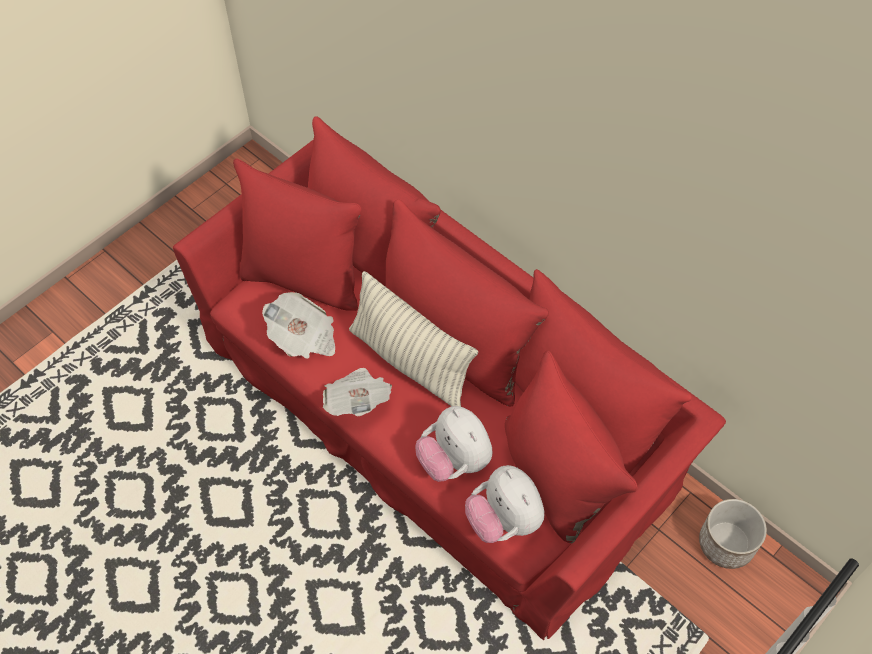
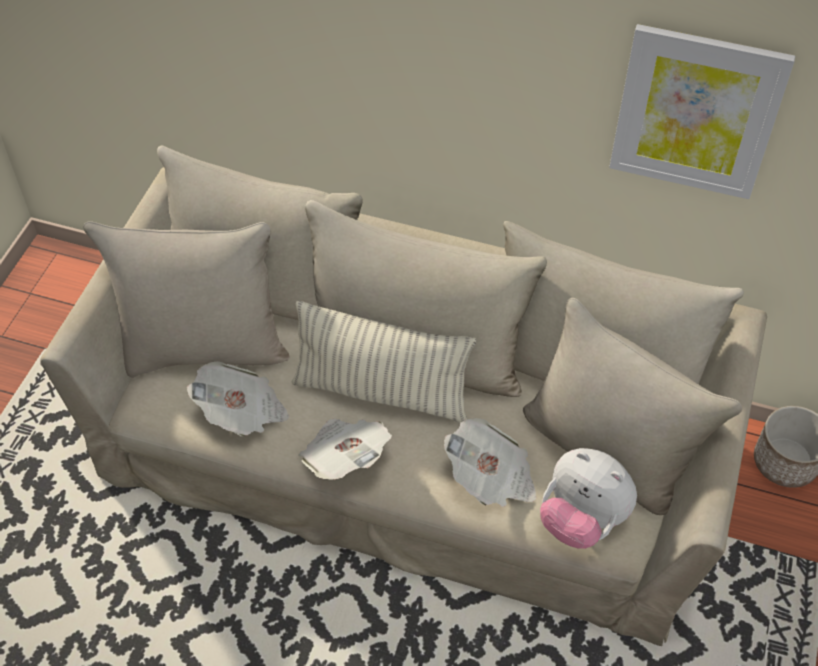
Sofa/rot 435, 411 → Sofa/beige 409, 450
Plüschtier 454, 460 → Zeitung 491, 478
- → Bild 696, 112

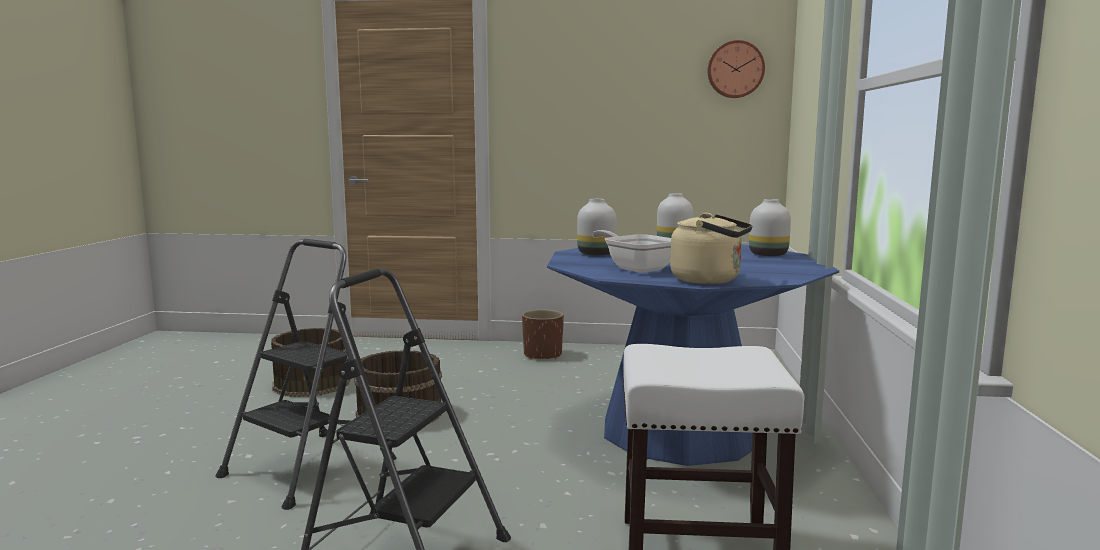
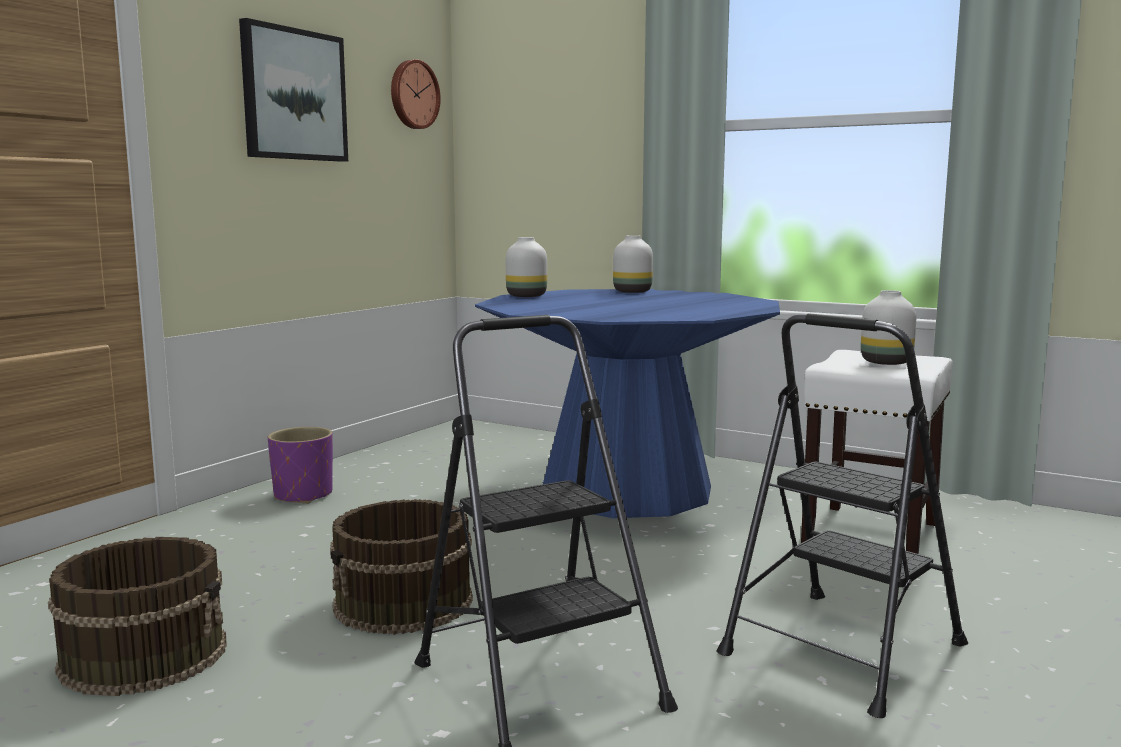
Pflanzkübel/braun 543, 355 → Pflanzkübel/lila 303, 495
Vase/weiß 595, 254 → Vase/weiß 884, 363, relocated
Pfanne 636, 268 → -
Wasserkessel/beige 710, 280 → -
- → Bild 293, 95

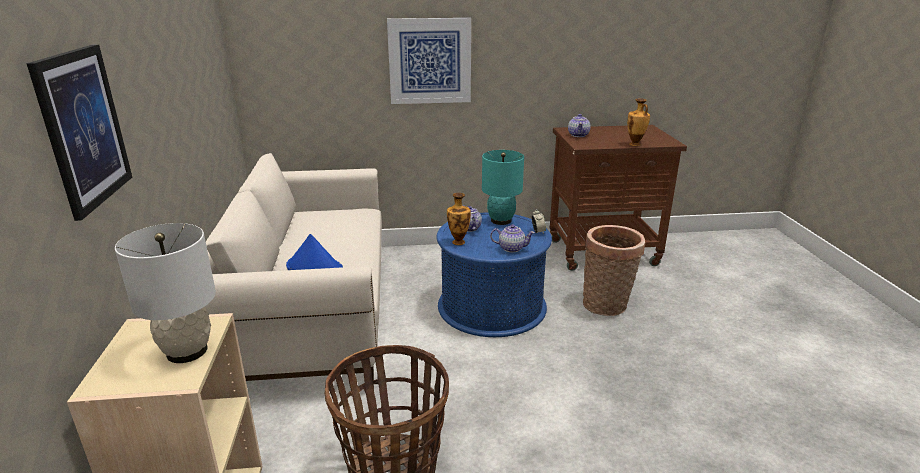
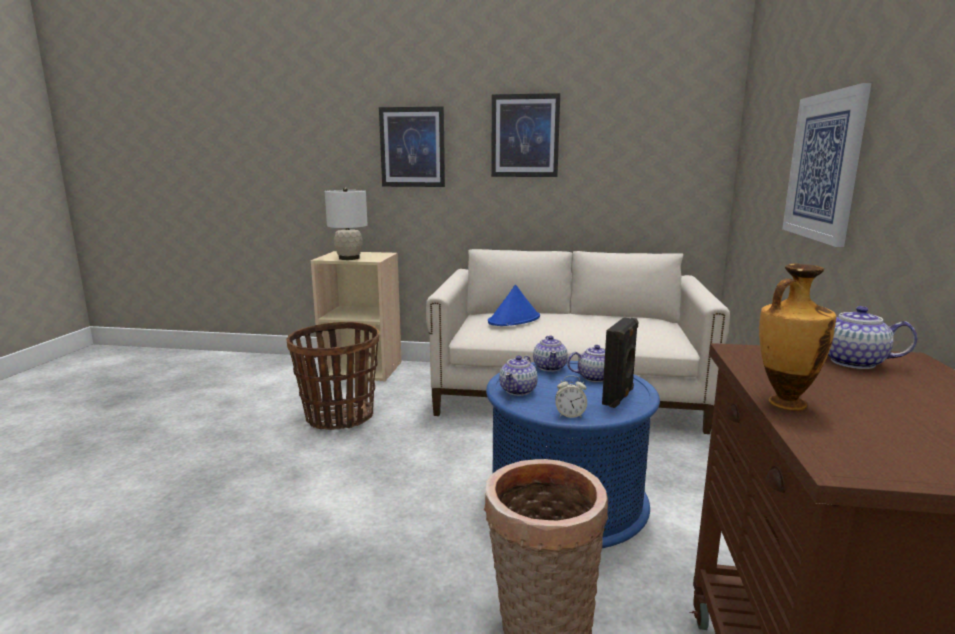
Vase 458, 242 → Teekanne 550, 367
Tischlampe/türkis 500, 220 → Lautsprecher/schwarz 619, 397
- → Bild 525, 136

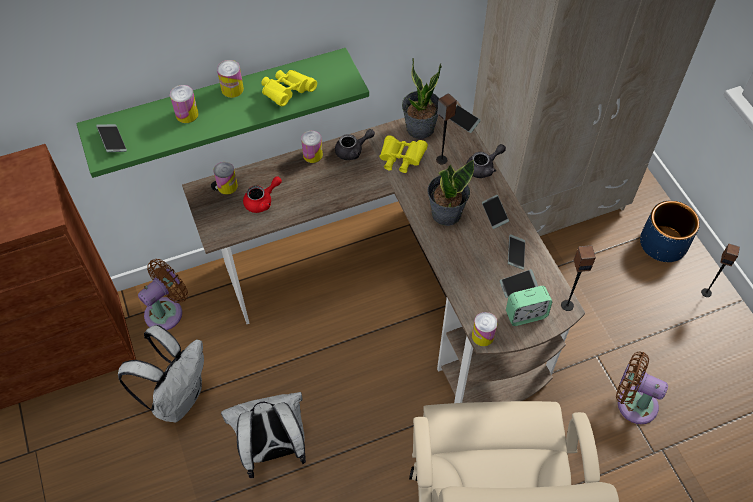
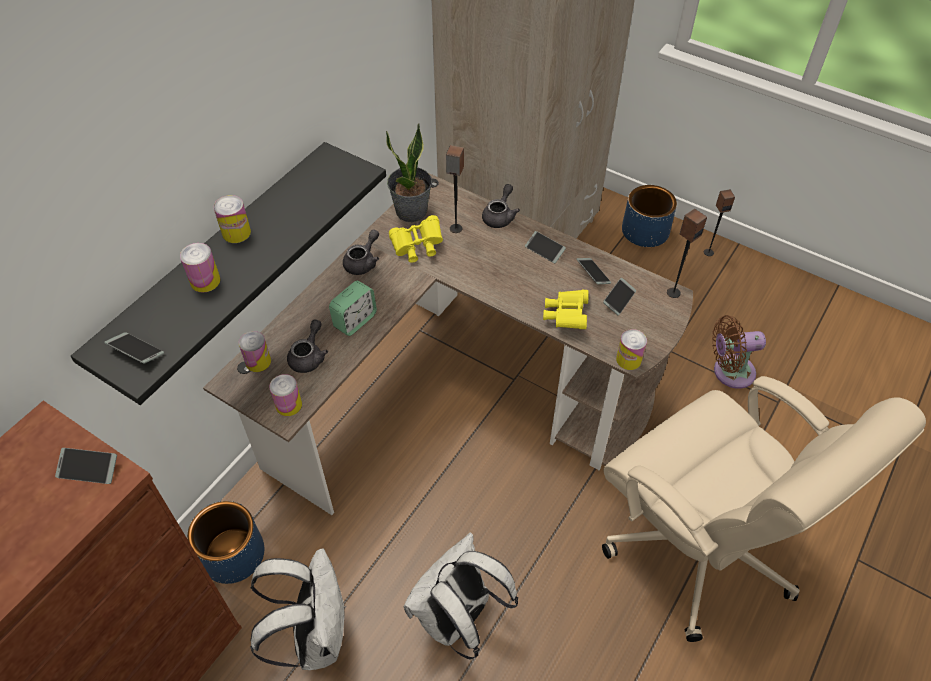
Wandregal/grün 219, 104 → Wandregal/schwarz 219, 262
Ventilator/braun 167, 311 → Pflanzkübel/blau 232, 555
Teekanne/rot 262, 201 → Teekanne/grau 309, 356
Fernglas/gelb 287, 93 → Fernglas/gelb 566, 316, relocated
Dose 312, 155 → Dose 289, 405, relocated
Topfpflanze 445, 213 → -
Handy 463, 121 → Handy 88, 469, relocated
Wecker 526, 314 → Wecker 355, 321, relocated

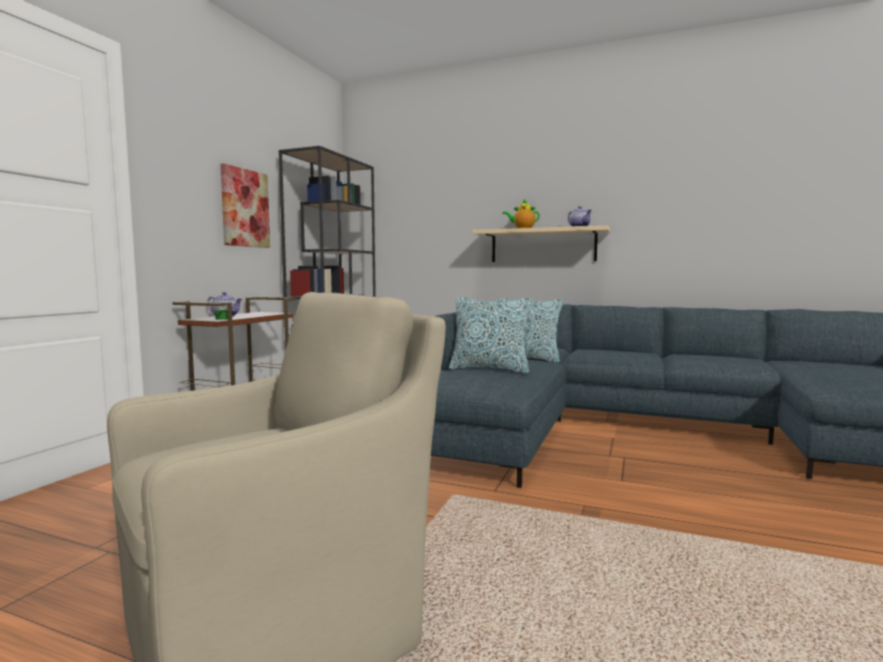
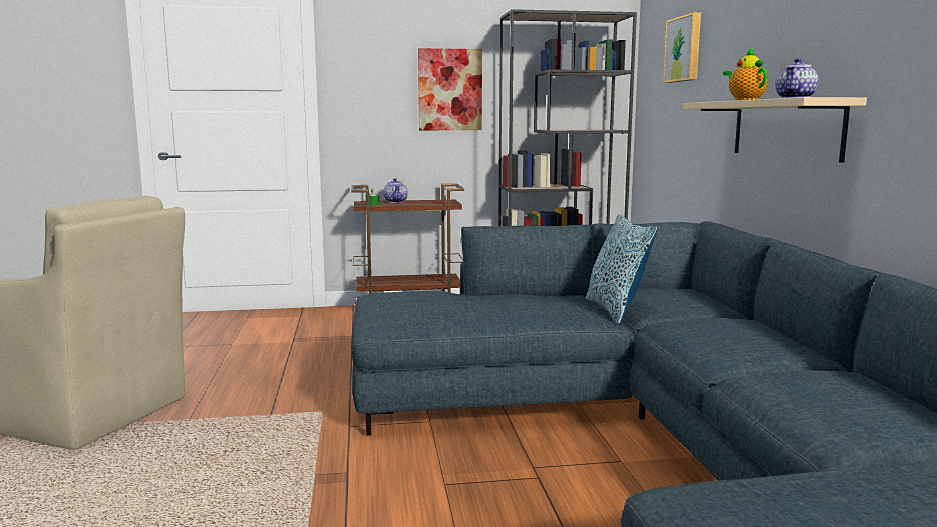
Kissen 490, 369 → -
- → Bild 684, 49

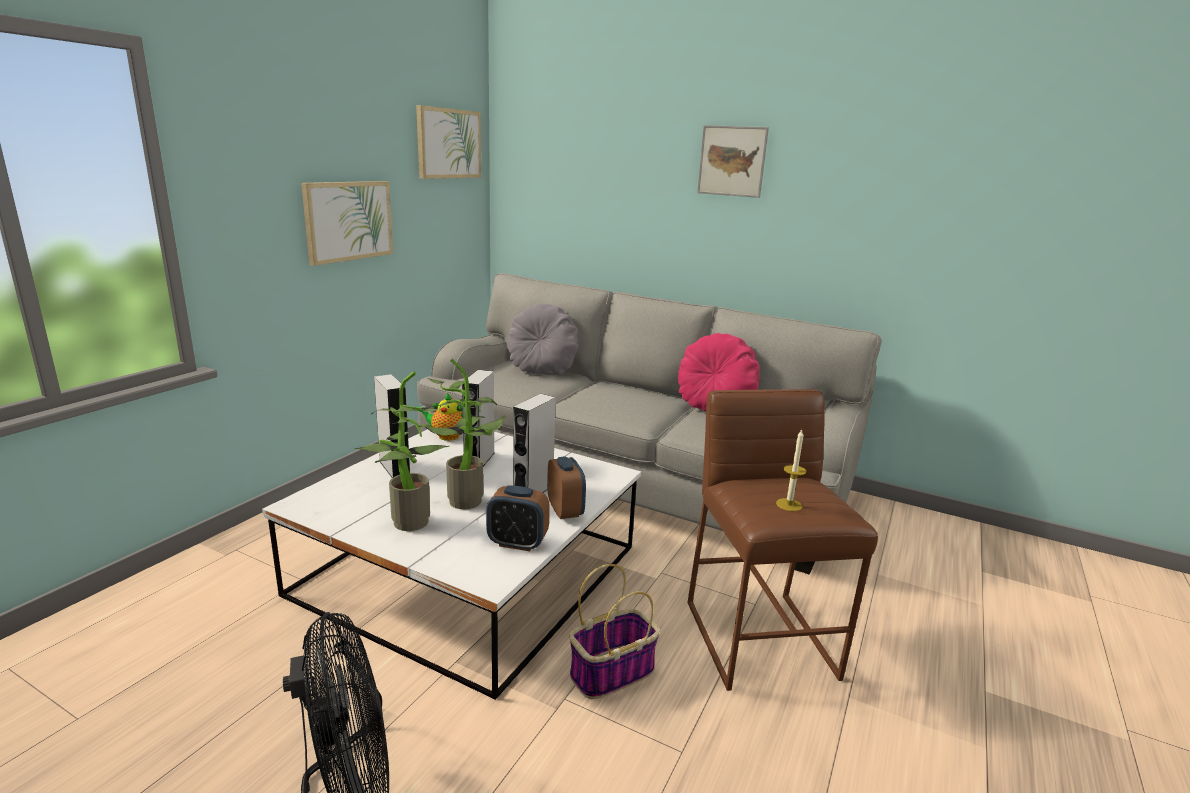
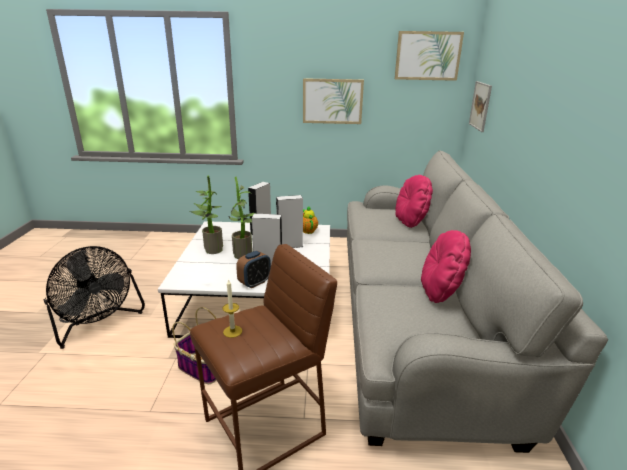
Wecker 517, 543 → -
Kissen/grau 542, 372 → Kissen/rosa 410, 222
Bild 732, 161 → Bild 480, 106, relocated

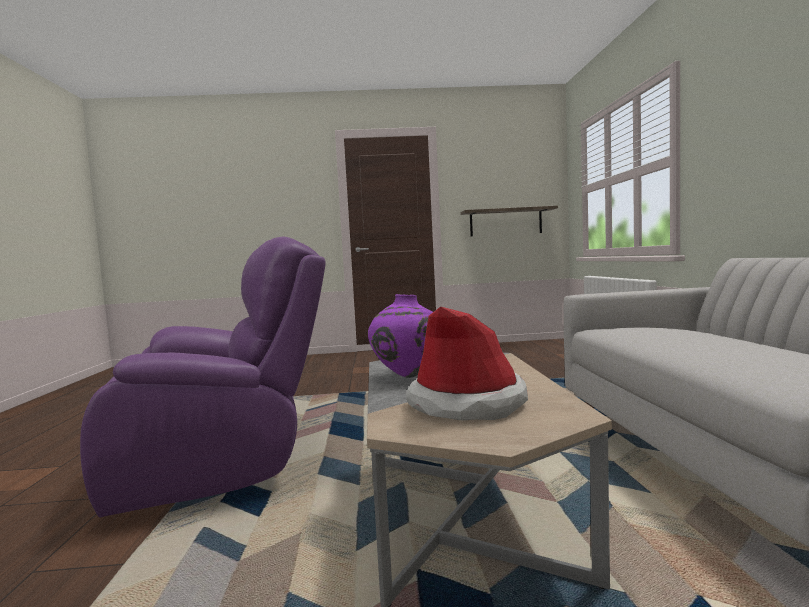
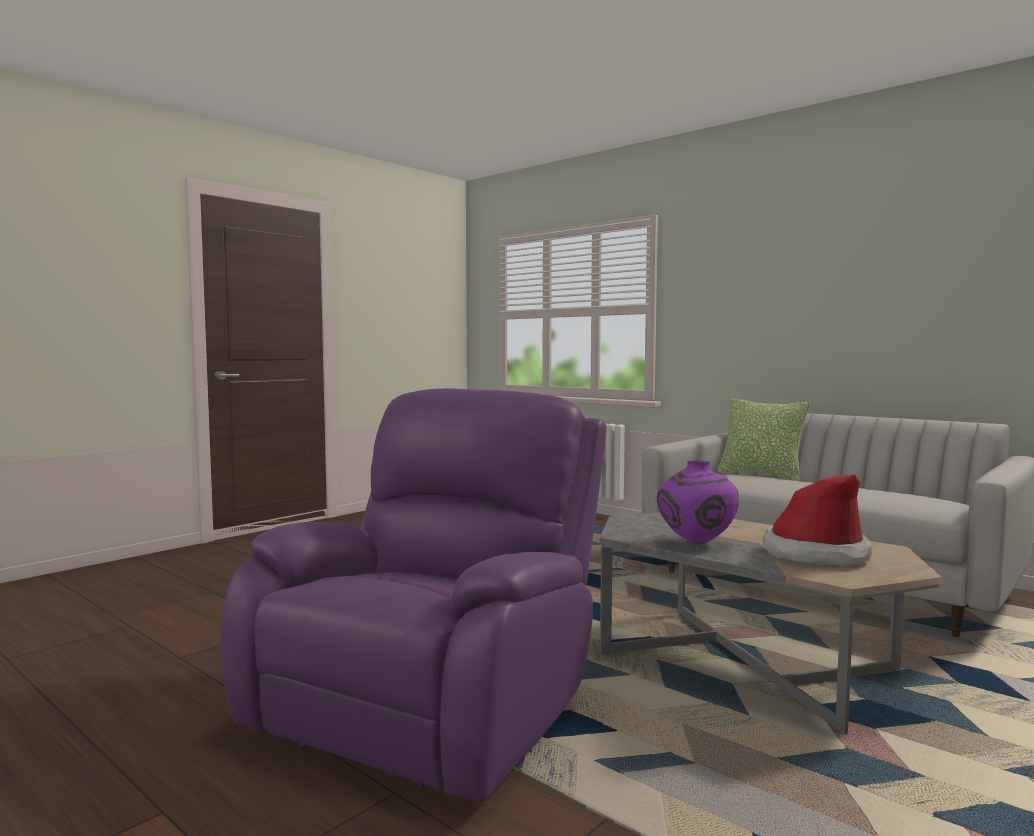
Wandregal 505, 222 → -
- → Kissen 761, 475

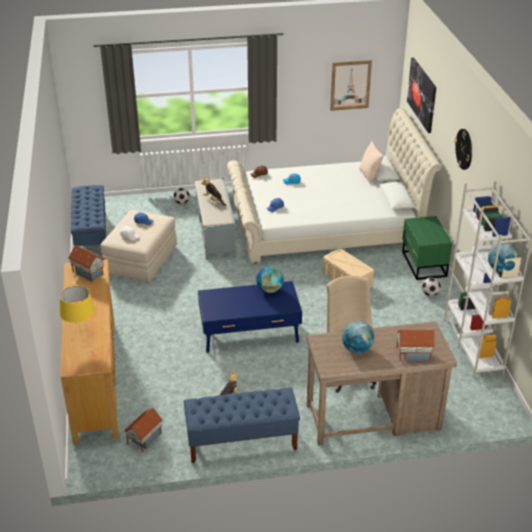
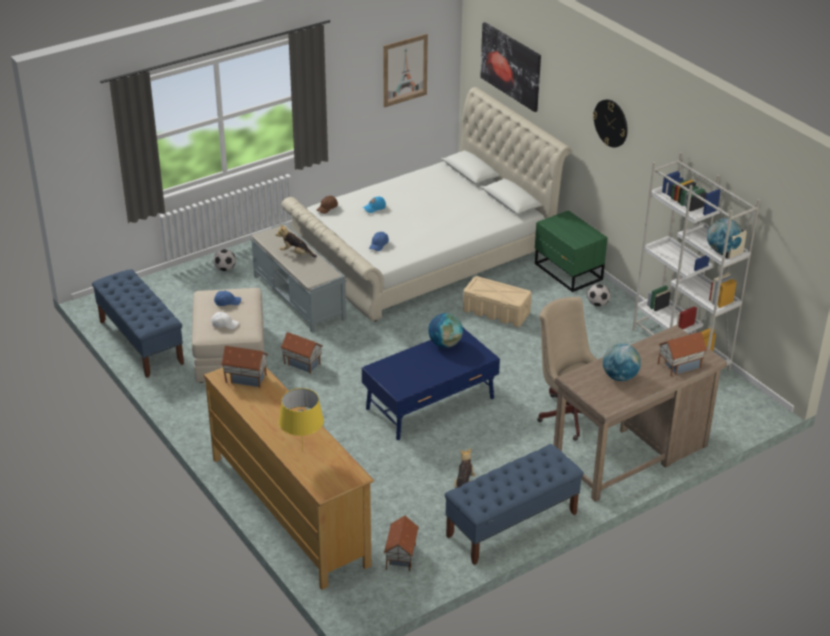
Kissen/beige 369, 176 → -
- → Spielzeughaus 302, 363

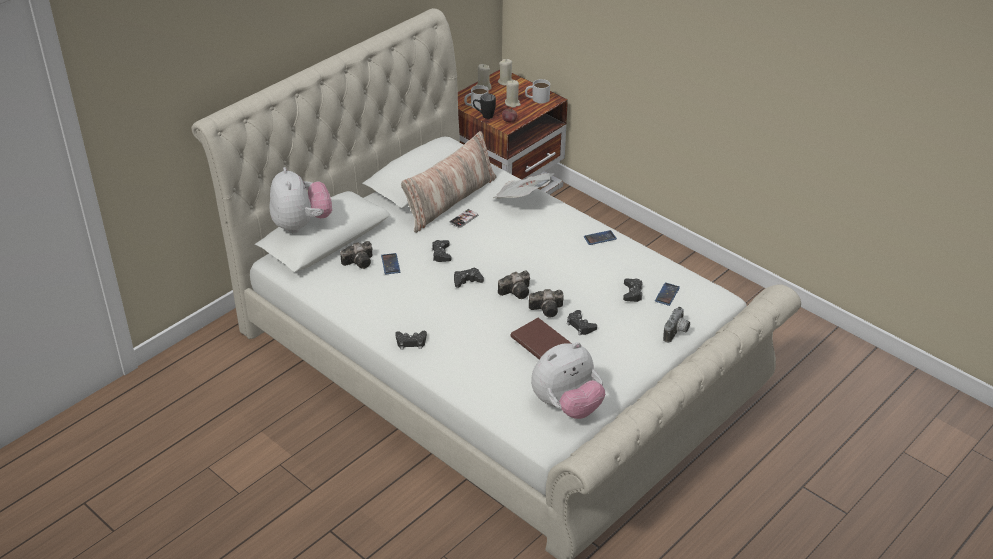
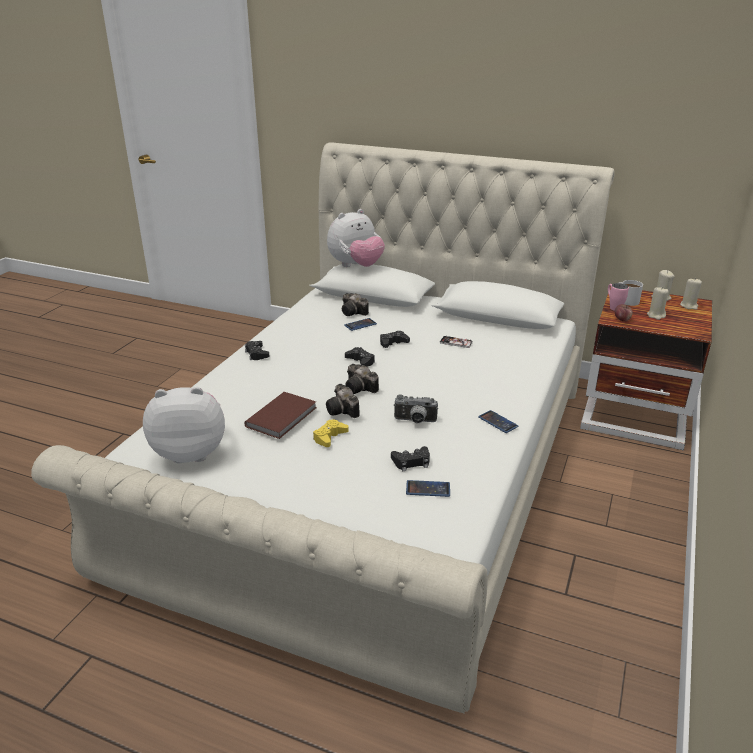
Kissen 449, 201 → -
Henkelbecher/schwarz 484, 116 → Henkelbecher/rosa 613, 307
Zeitung 522, 199 → -
Henkelbecher/weiß 537, 98 → -
Plüschtier 566, 406 → Plüschtier 191, 452, 135 degrees clockwise
Gamepad/schwarz 580, 326 → Gamepad/gelb 329, 437
Kamera 677, 333 → Kamera 415, 421, relocated

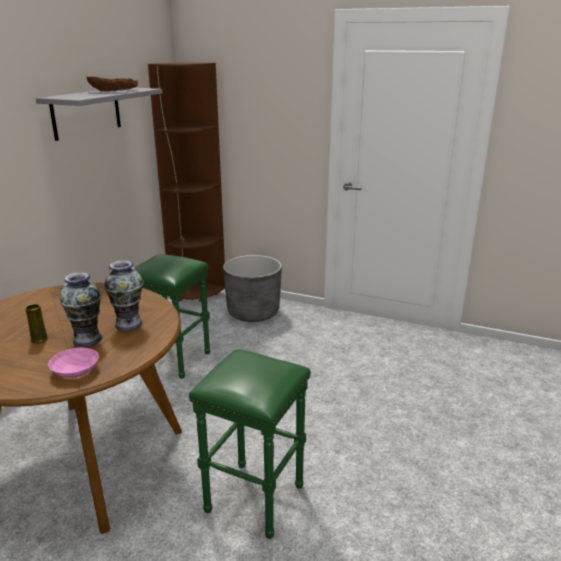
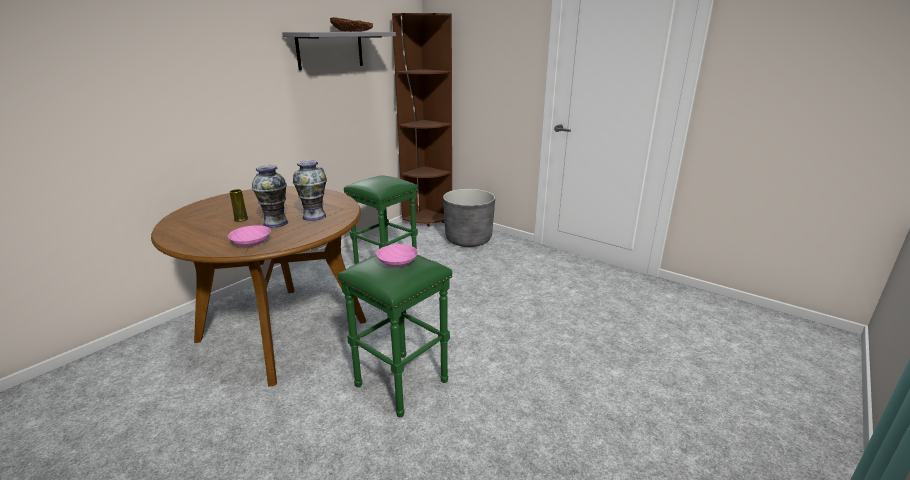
- → Schüssel/rosa 396, 262

